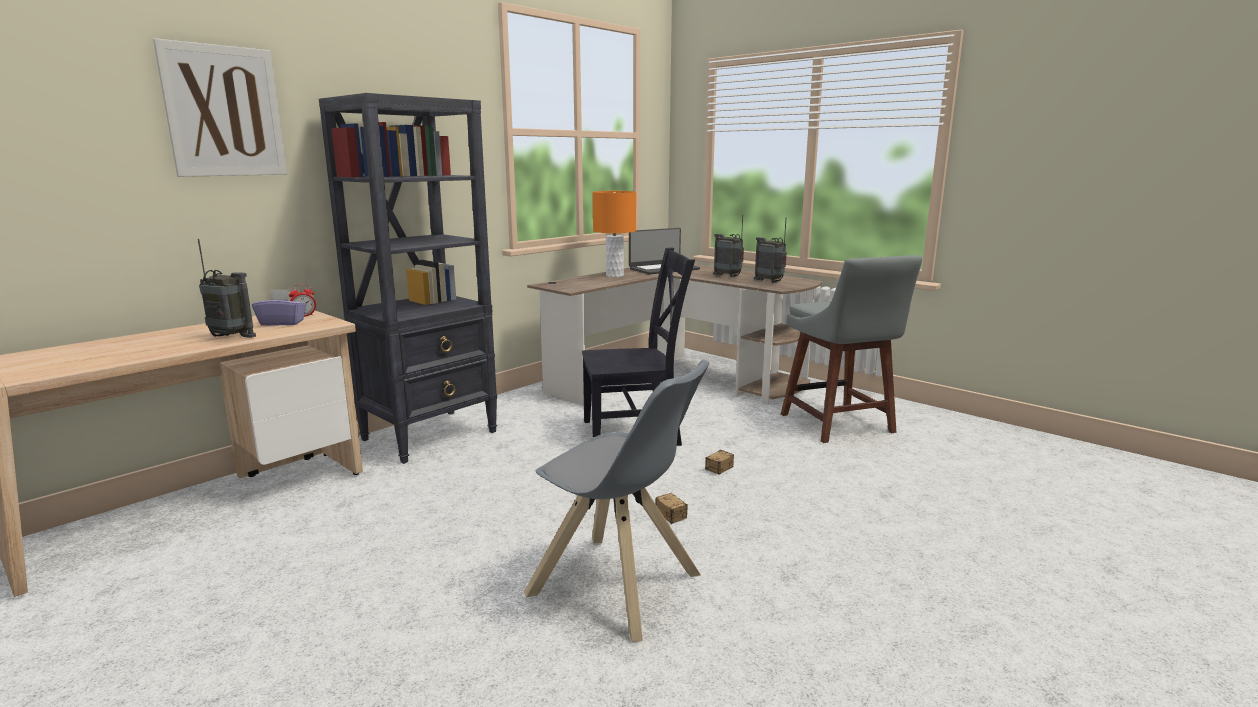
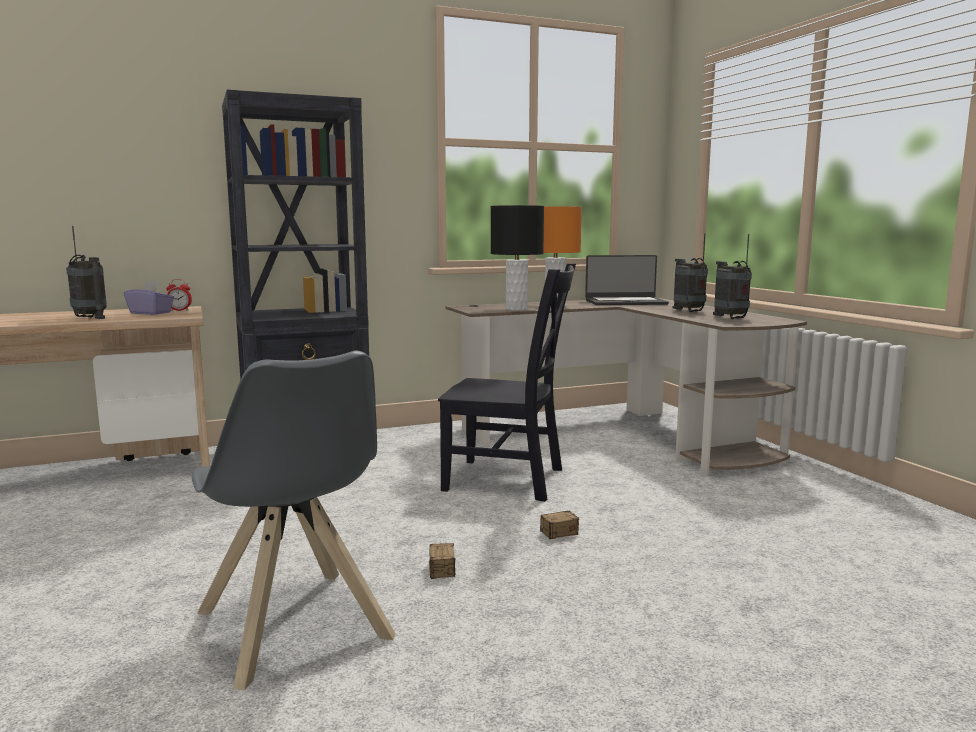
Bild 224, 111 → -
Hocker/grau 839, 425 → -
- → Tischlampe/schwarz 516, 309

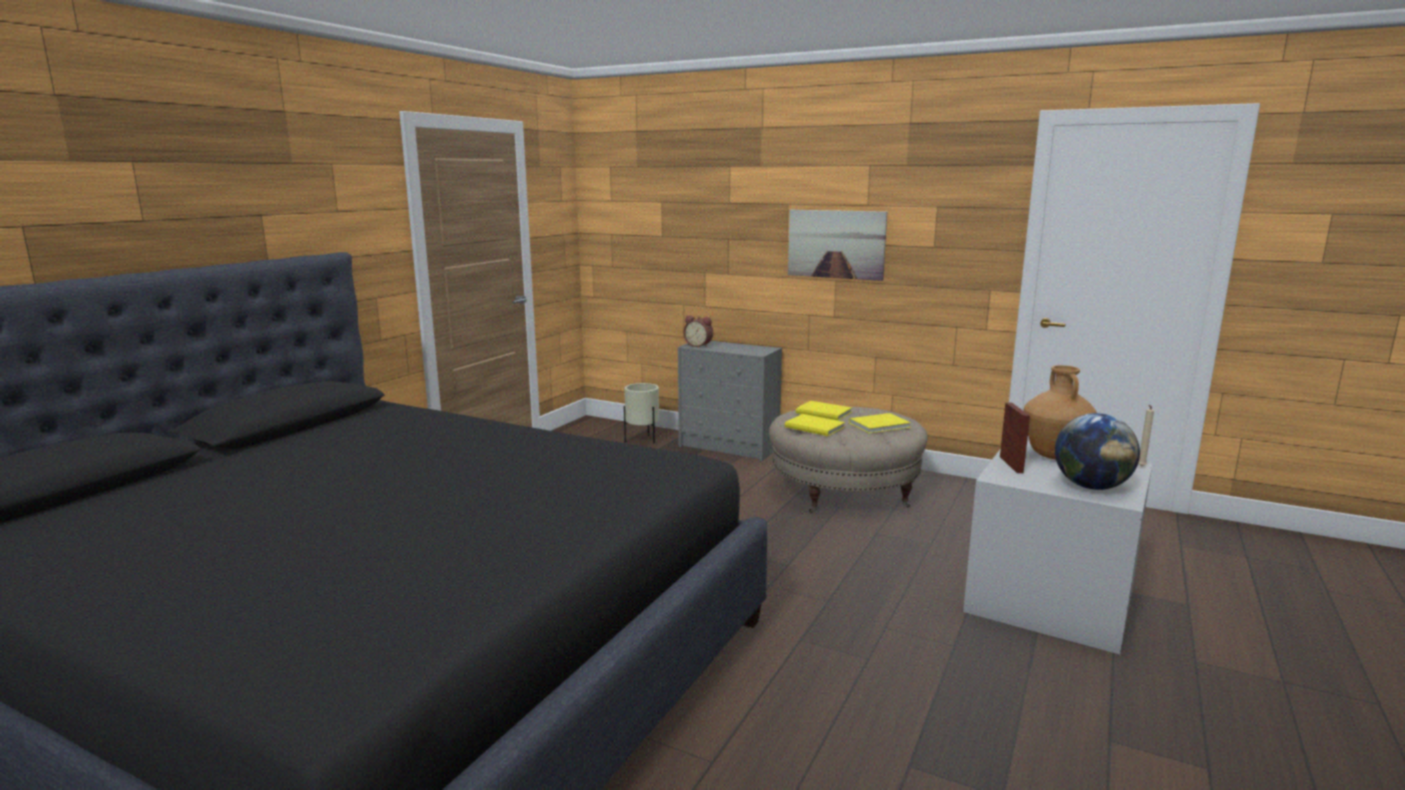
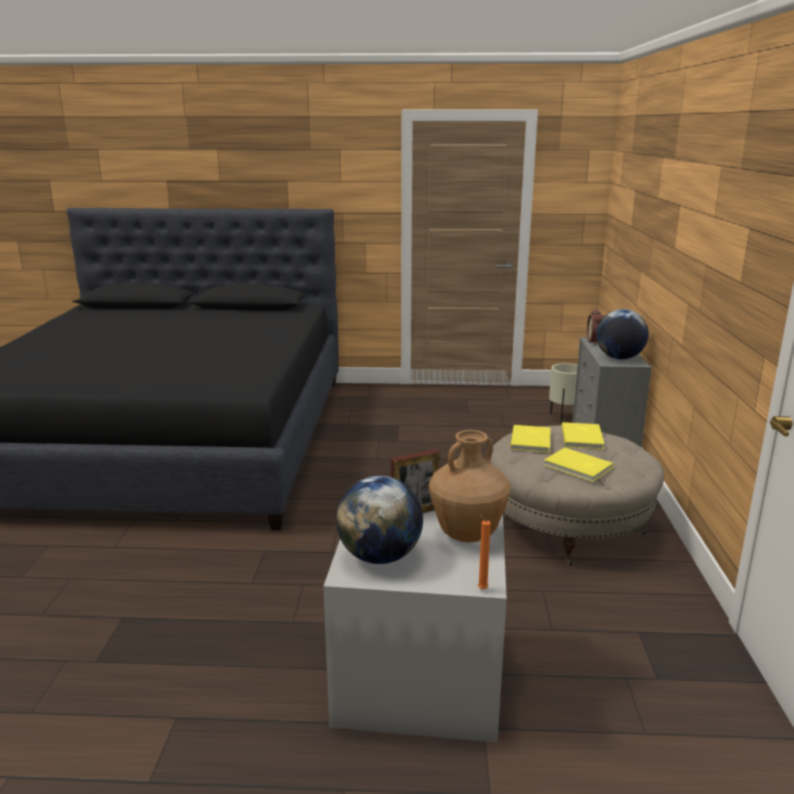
Bild 836, 244 → -
Kerze/beige 1140, 467 → Kerze/orange 481, 589
- → Globus 619, 358

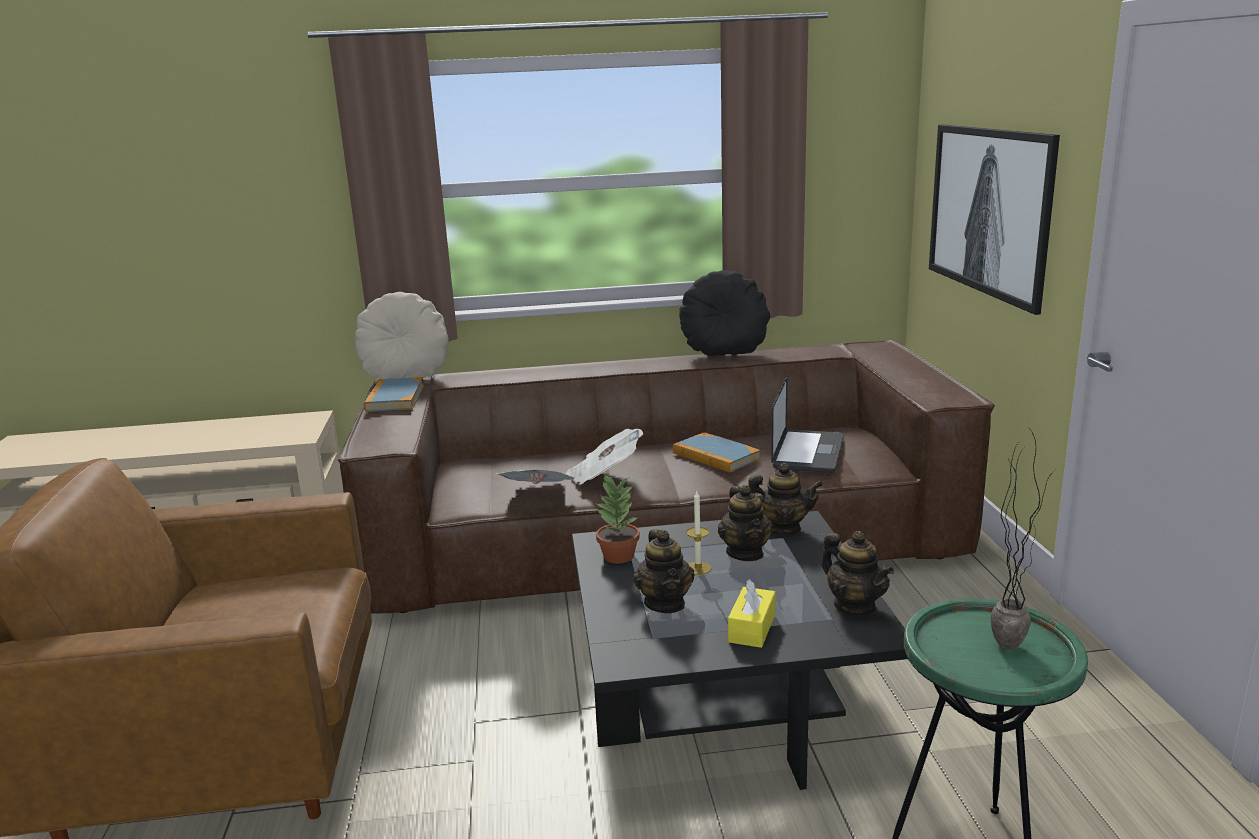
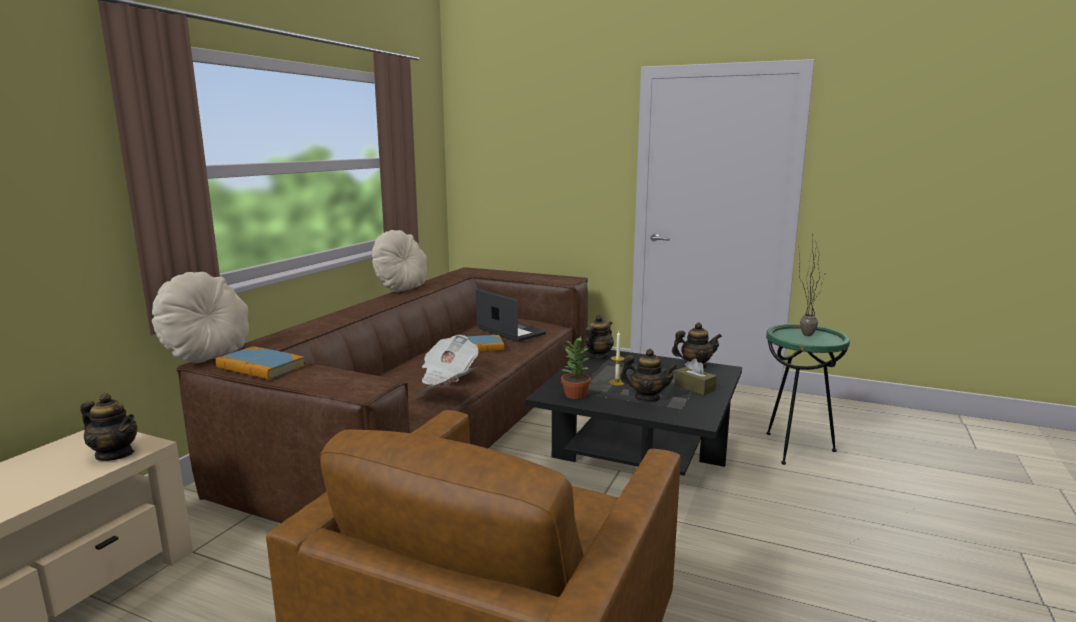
Kissen/schwarz 724, 353 → Kissen/beige 401, 289
Teekanne 745, 553 → Teekanne 115, 454, relocated
Taschentuchbox/gelb 752, 628 → Taschentuchbox/braun 694, 388
Bild 987, 211 → -

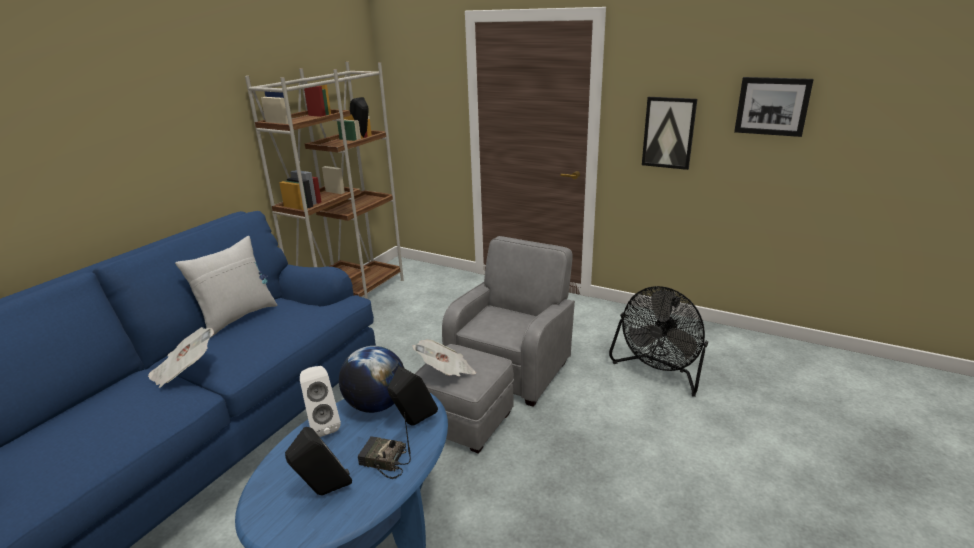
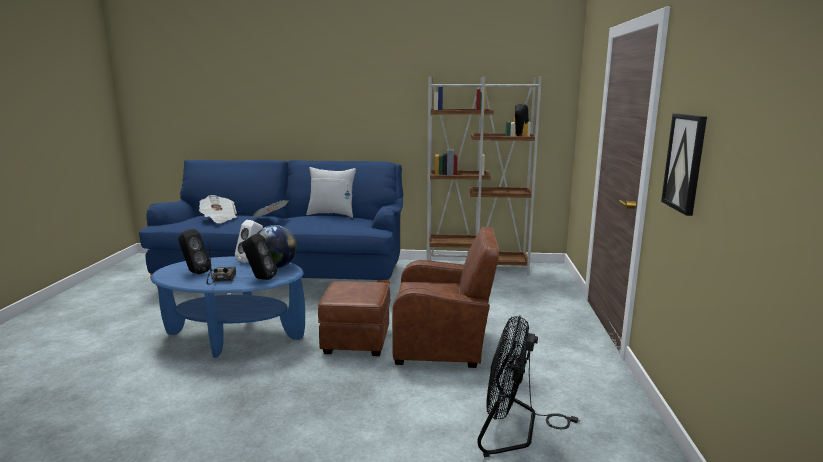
Zeitung 446, 372 → Zeitung 219, 219, relocated
Sessel/grau 497, 384 → Sessel/braun 415, 343
Bild 772, 106 → -

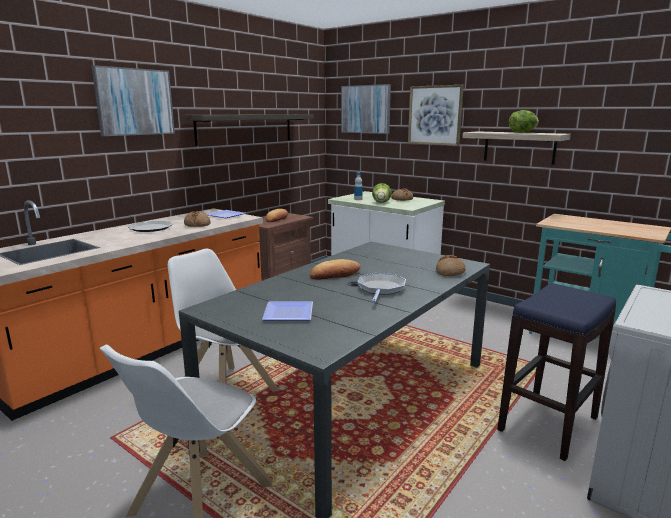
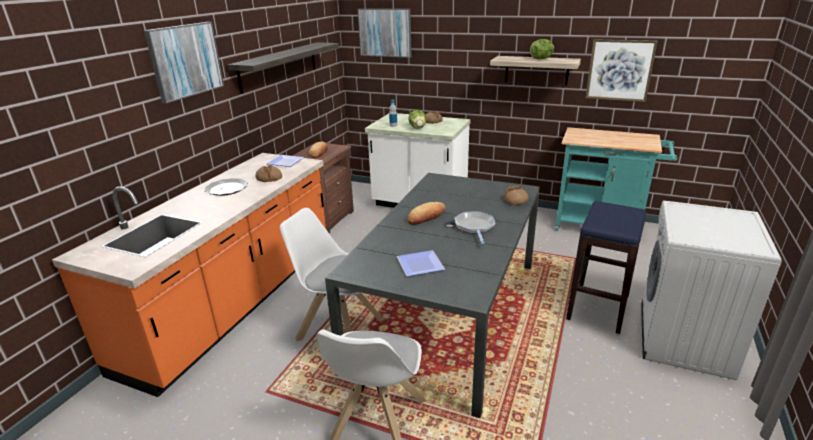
Bild 435, 115 → Bild 619, 70, relocated

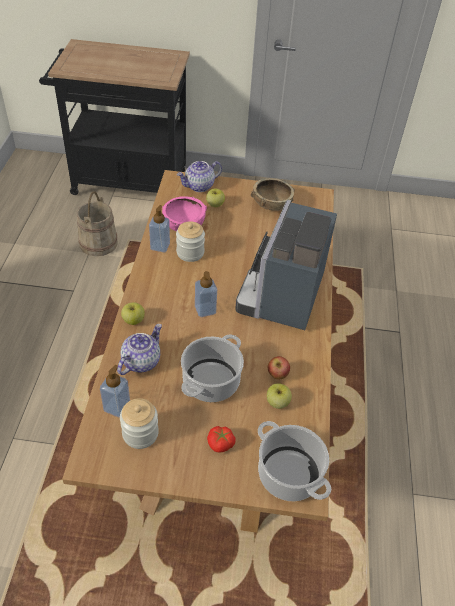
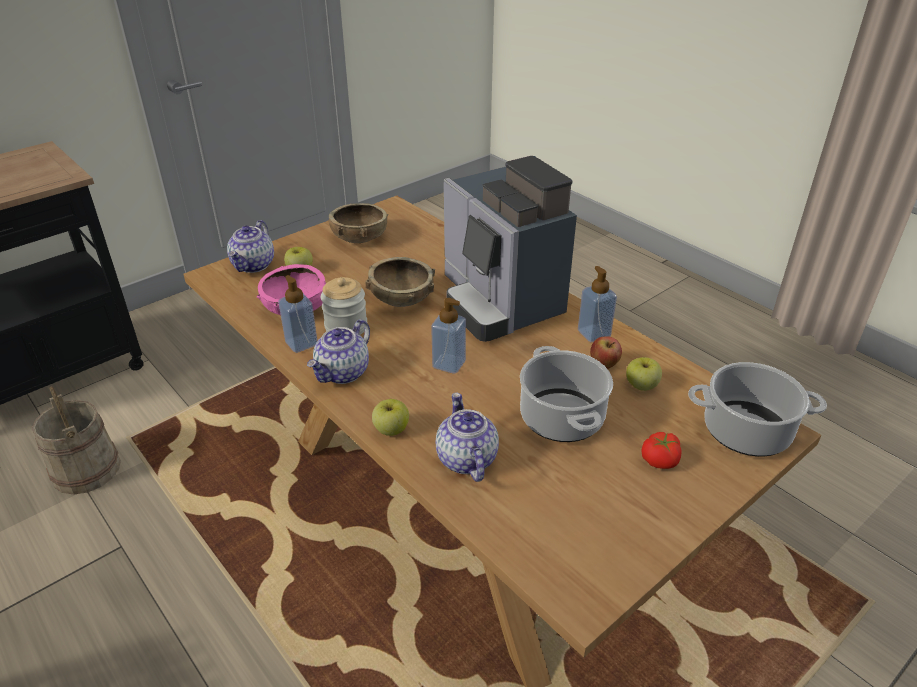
Seifenspender 117, 407 → Seifenspender 594, 333, relocated
Vorratsglas 140, 433 → -
- → Teekanne 343, 373
- → Schüssel/braun 401, 298

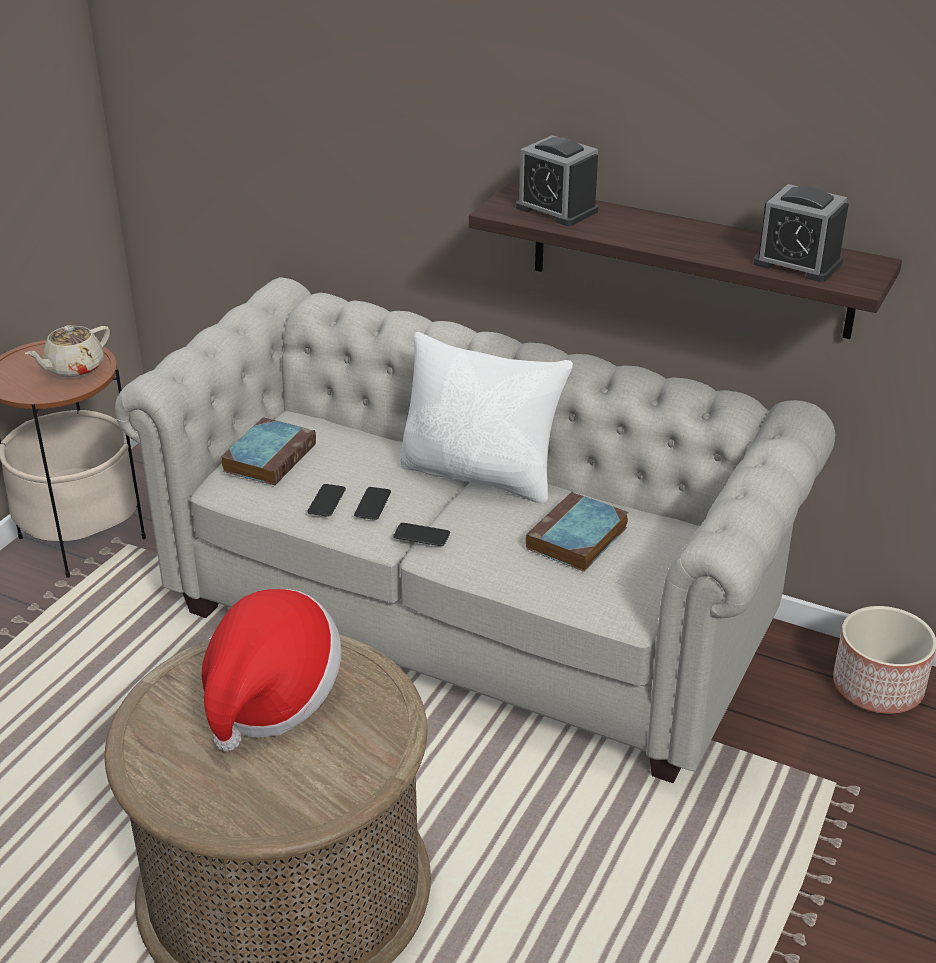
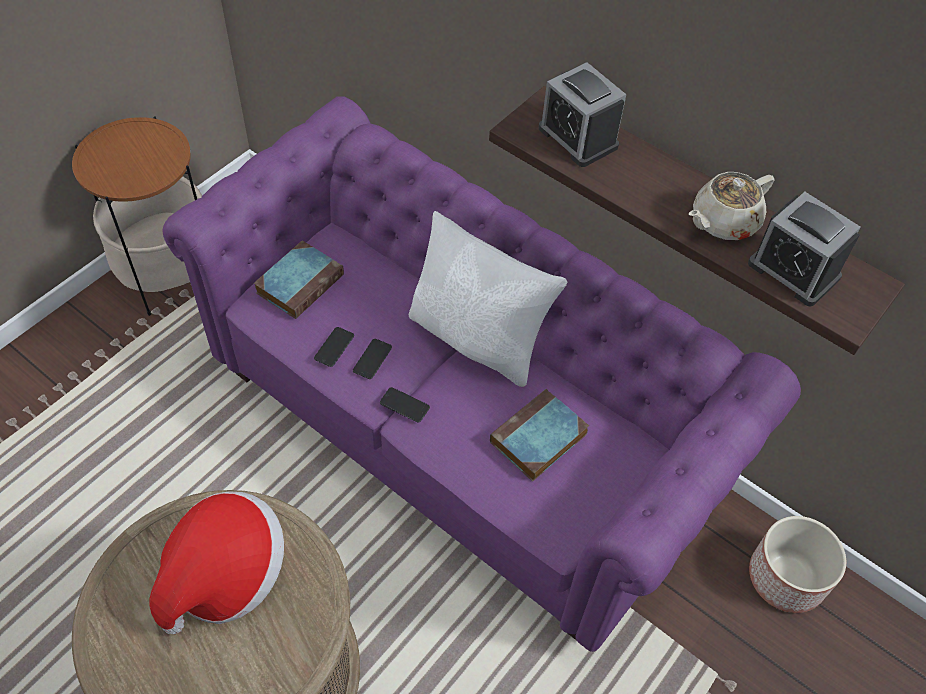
Teekanne/beige 73, 368 → Teekanne/beige 723, 222, relocated
Sofa/weiß 468, 622 → Sofa/lila 458, 431

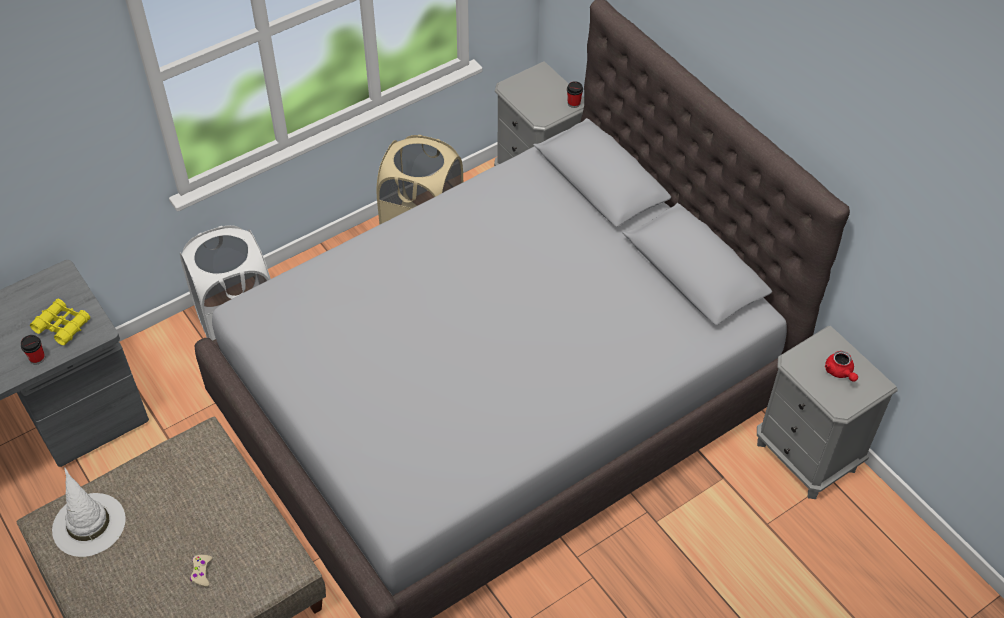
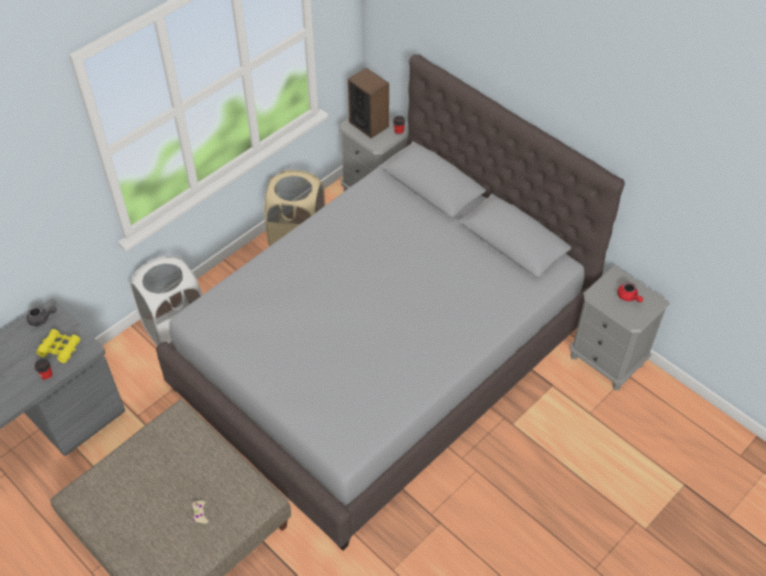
Hut/weiß 88, 523 → -
- → Teekanne/grau 41, 319
- → Lautsprecher 369, 124

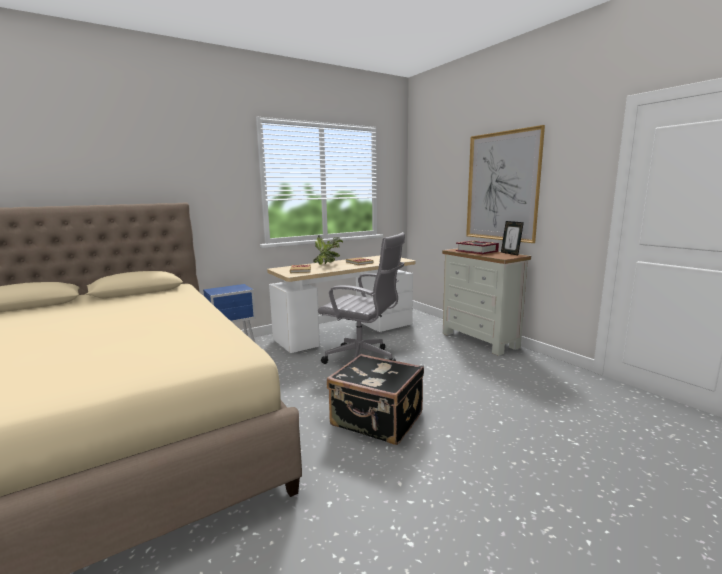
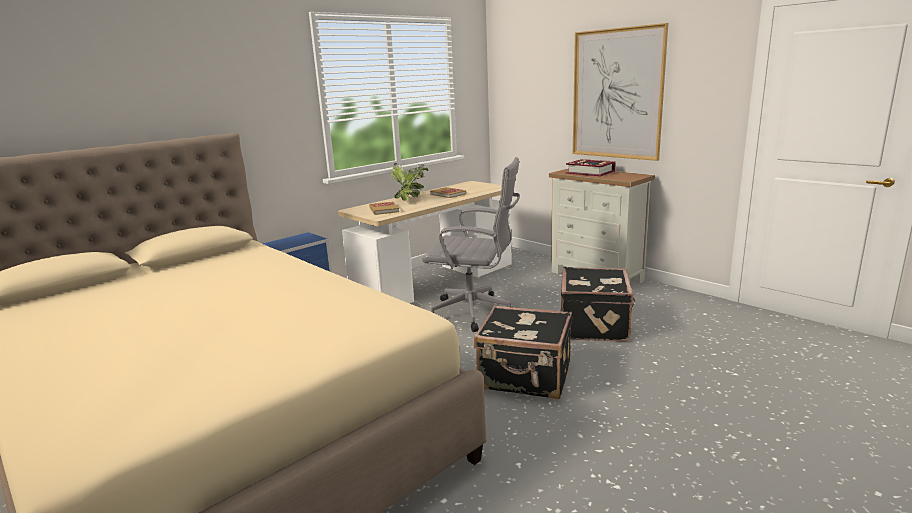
Bilderrahmen 510, 253 → -
- → Koffer/schwarz 595, 325

